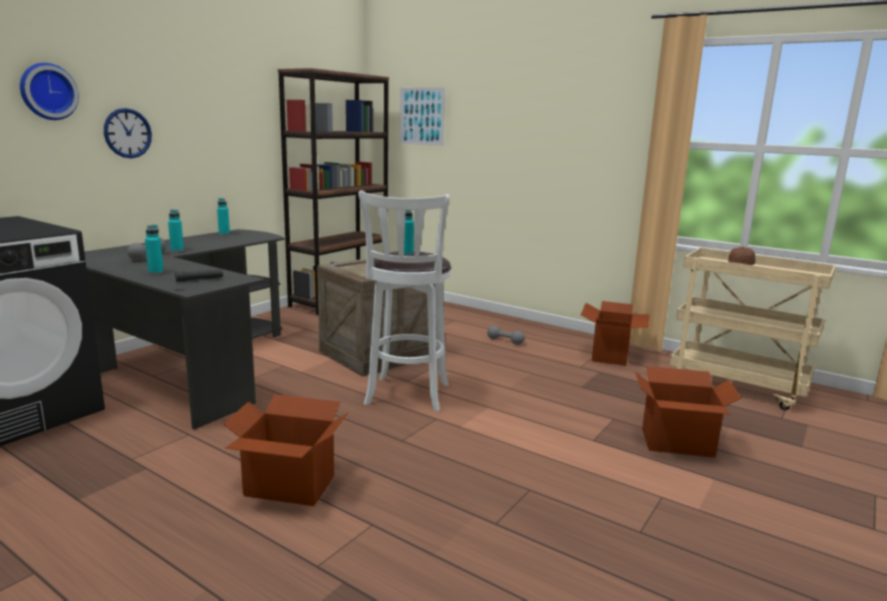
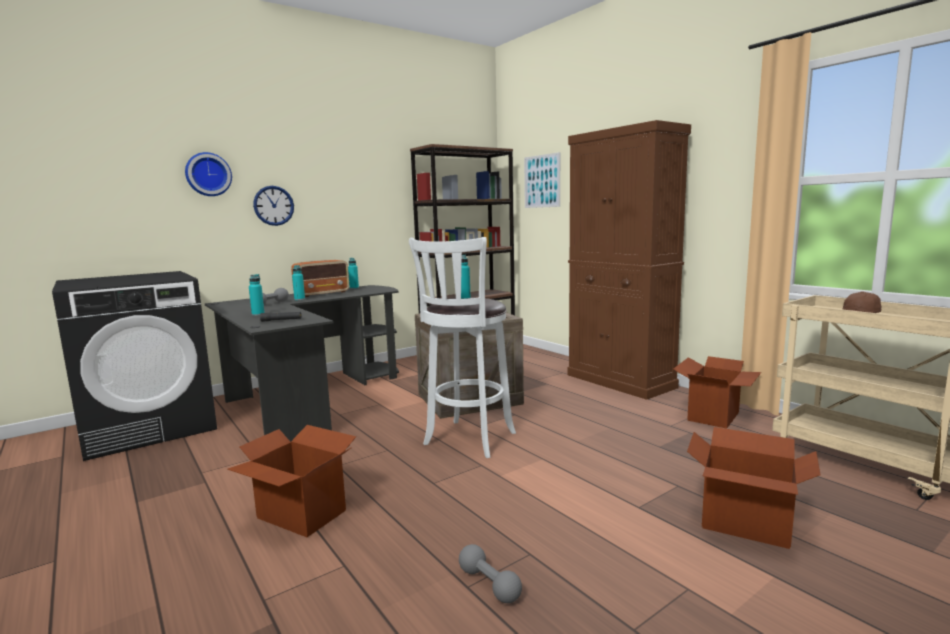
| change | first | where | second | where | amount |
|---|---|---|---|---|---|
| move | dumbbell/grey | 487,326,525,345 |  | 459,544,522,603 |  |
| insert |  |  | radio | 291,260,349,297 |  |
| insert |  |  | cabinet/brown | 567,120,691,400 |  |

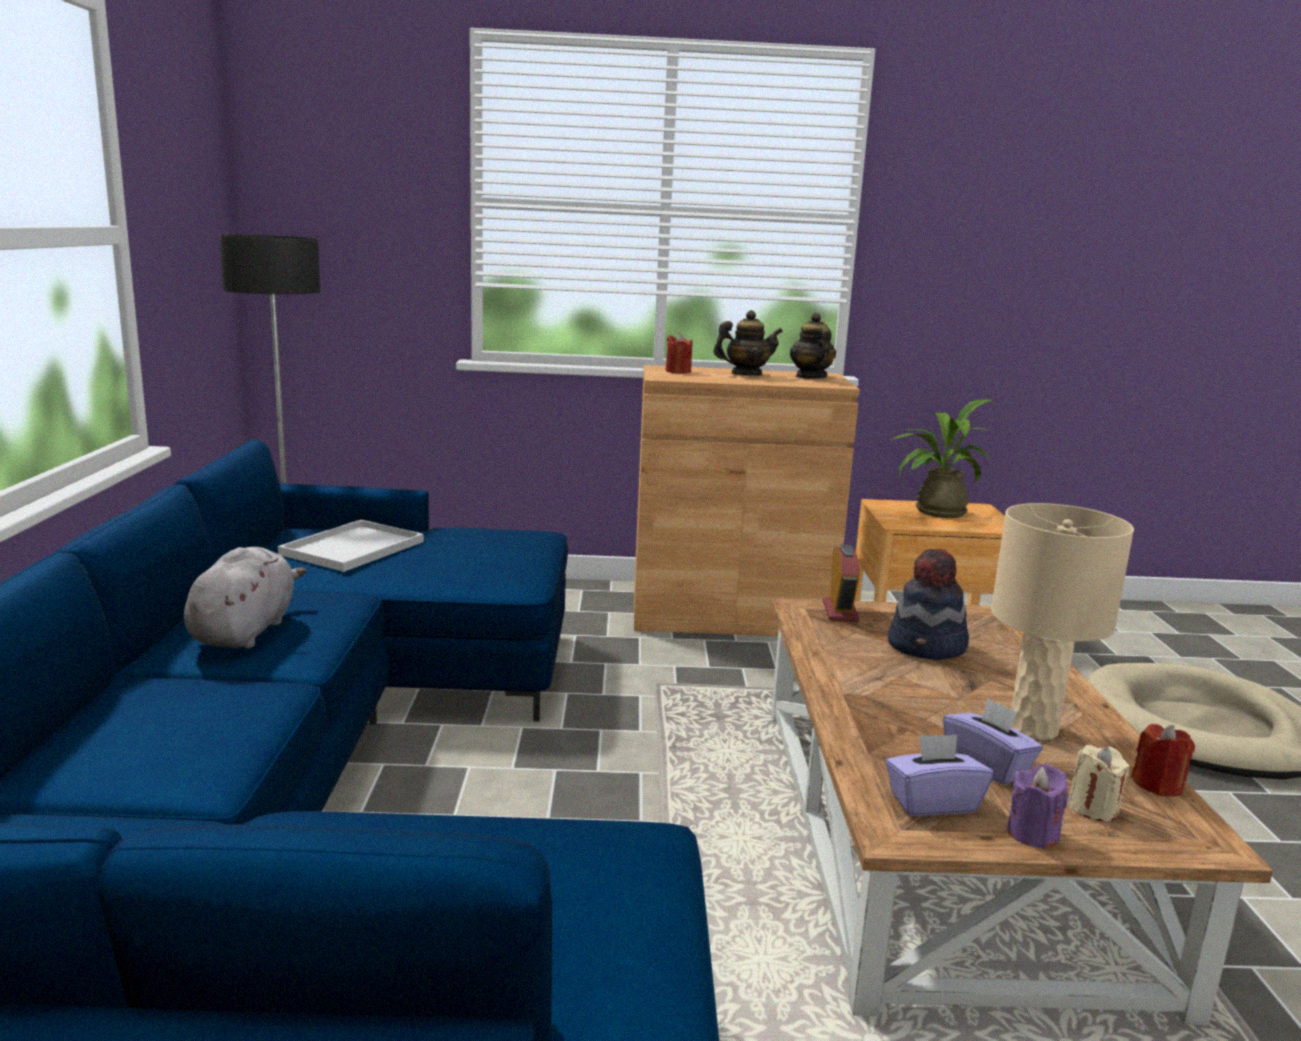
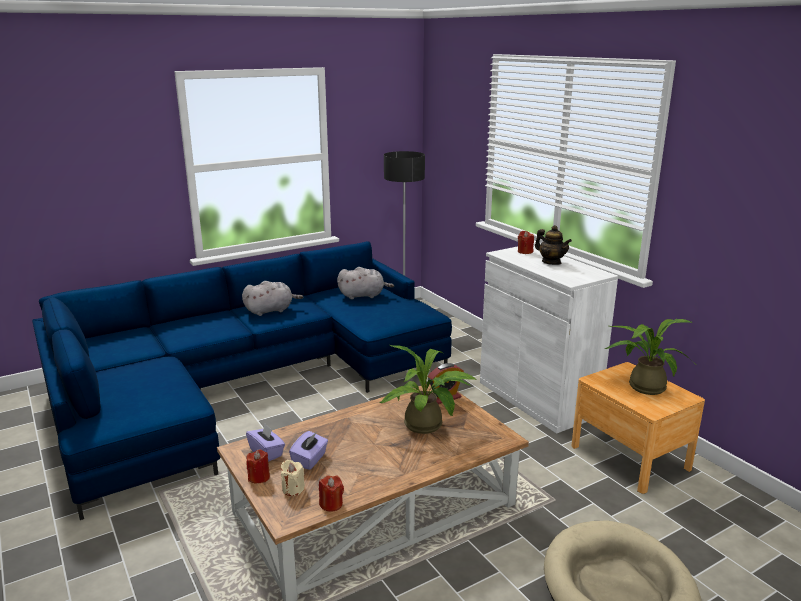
| change | first | where | second | where | amount |
|---|---|---|---|---|---|
| replace | tray/white | 278,520,424,572 | plush toy/grey | 337,267,394,299 |  |
| recolor | cabinet/brown | 634,365,860,636 | cabinet/white | 480,245,618,434 |  |
| delete | teapot | 790,313,836,379 |  |  |  |
| replace | hat | 888,549,969,660 | potted plant | 379,345,476,434 |  |
| delete | table lamp/beige | 991,503,1134,740 |  |  |  |
| recolor | candle/purple | 1007,764,1069,849 | candle/red | 246,449,270,484 |  |

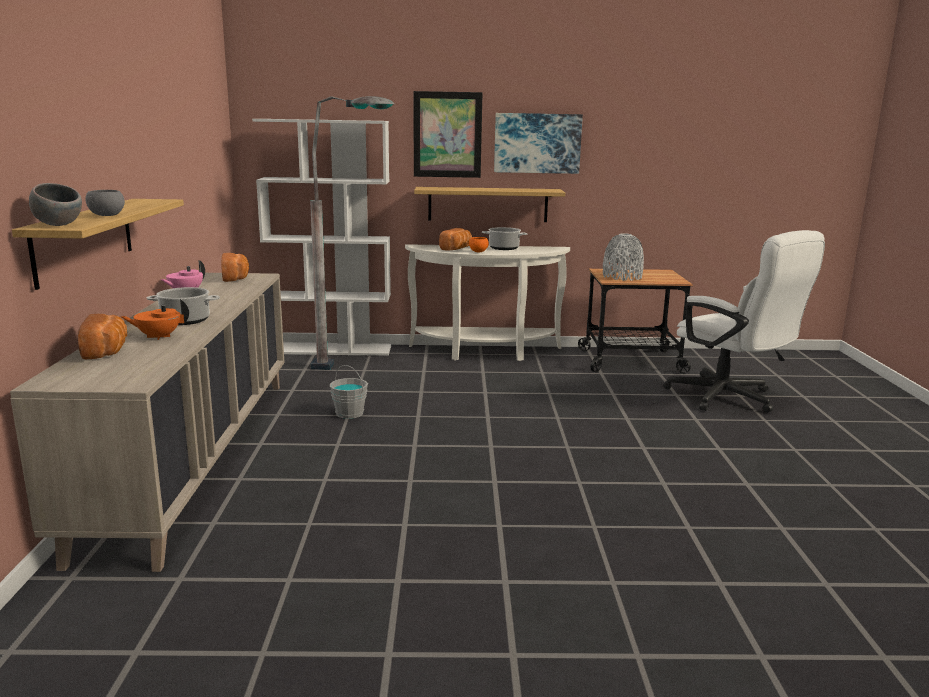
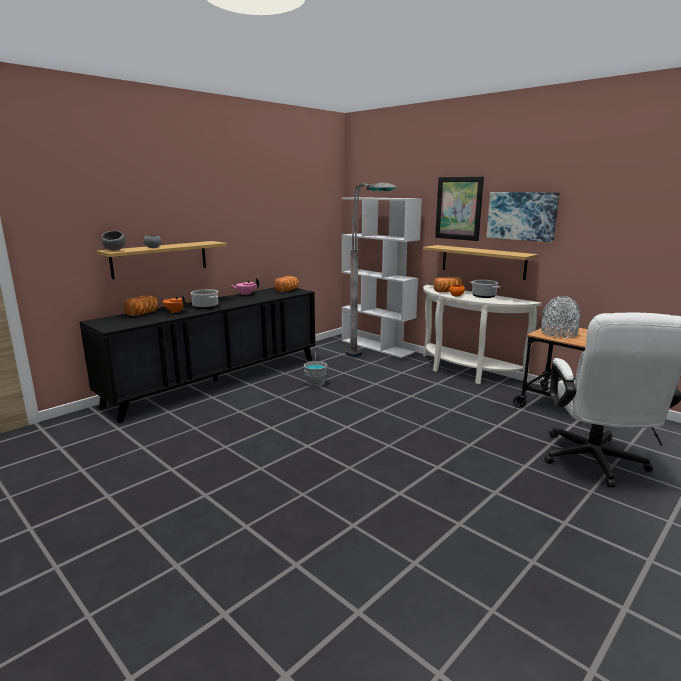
| change | first | where | second | where | amount |
|---|---|---|---|---|---|
| recolor | cabinet/beige | 10,273,285,572 | cabinet/black | 80,287,315,423 |  |

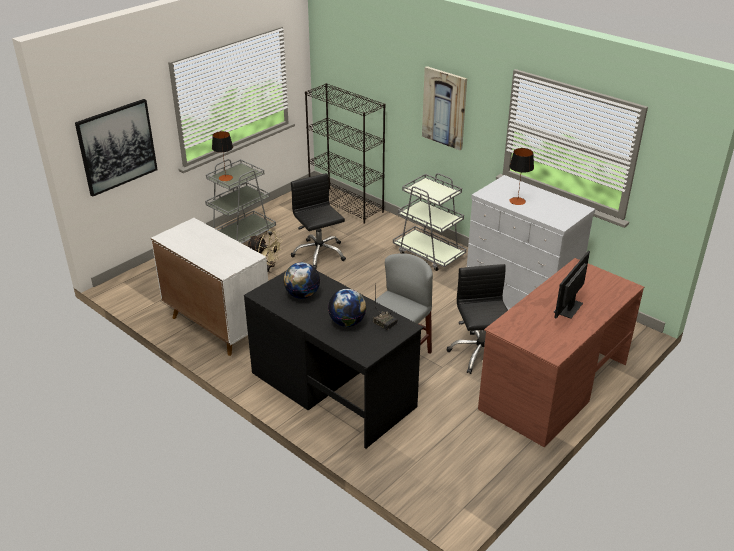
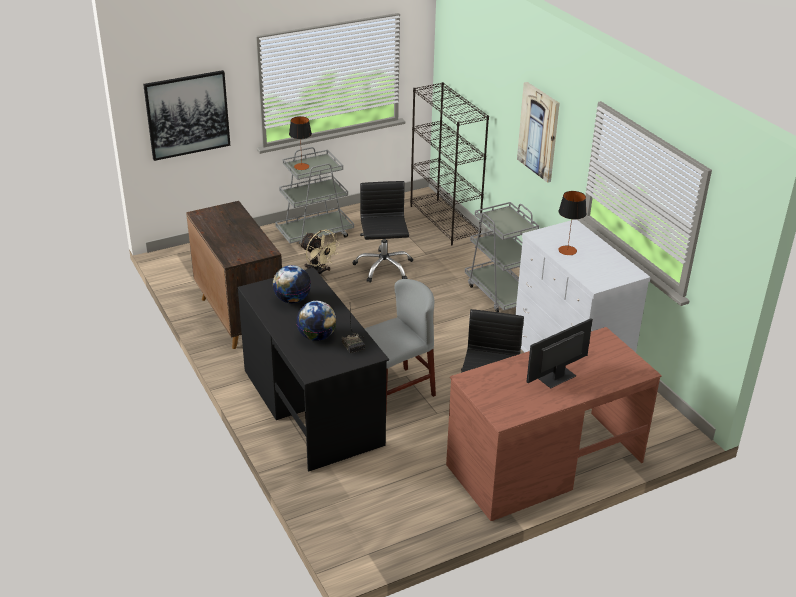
| change | first | where | second | where | amount |
|---|---|---|---|---|---|
| recolor | cabinet/white | 151,218,268,356 | cabinet/brown | 186,201,282,349 |  |

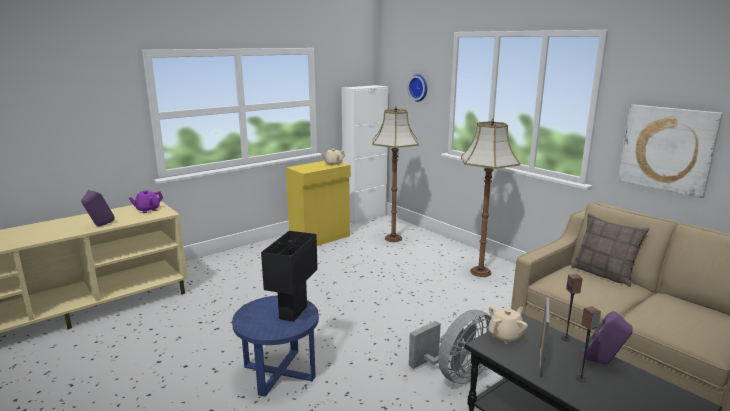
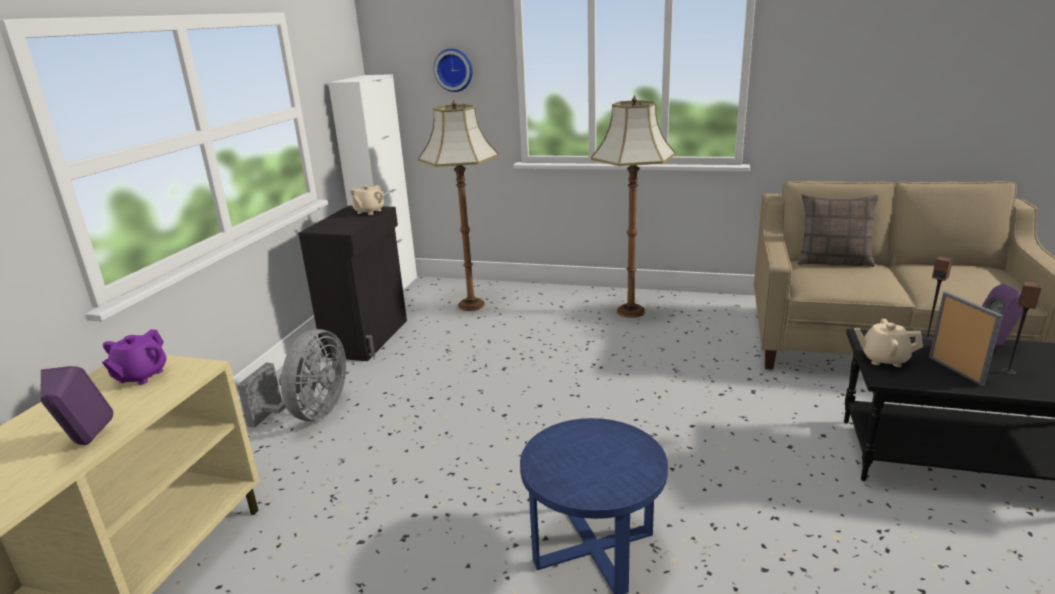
| change | first | where | second | where | amount |
|---|---|---|---|---|---|
| delete | table lamp/black | 261,231,318,322 |  |  |  |
| recolor | cabinet/yellow | 286,161,351,246 | cabinet/black | 298,206,407,361 |  |
| move | fan/grey | 409,310,491,384 |  | 237,329,346,428 |  |
| rotate | teapot/beige | 488,306,528,344 |  | 854,319,923,367 | 90 degrees counterclockwise |
| delete | picture | 618,105,723,198 |  |  |  |

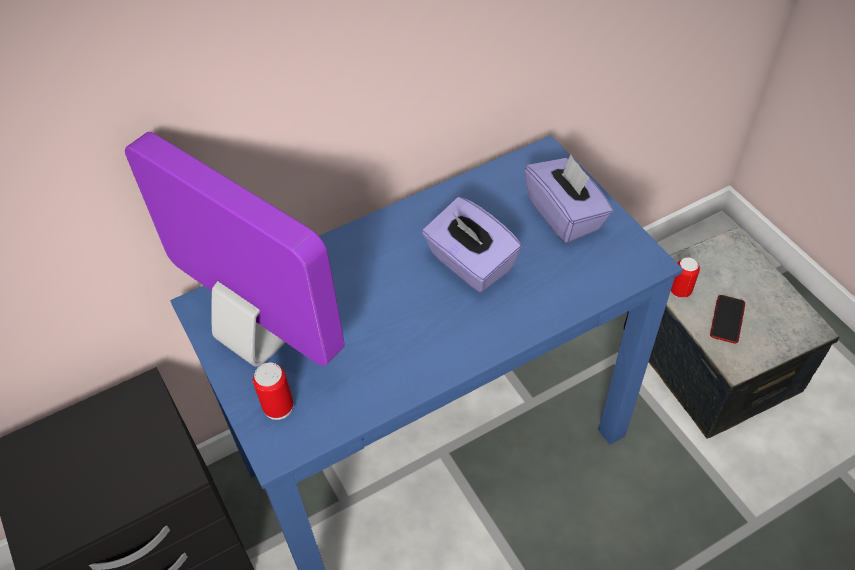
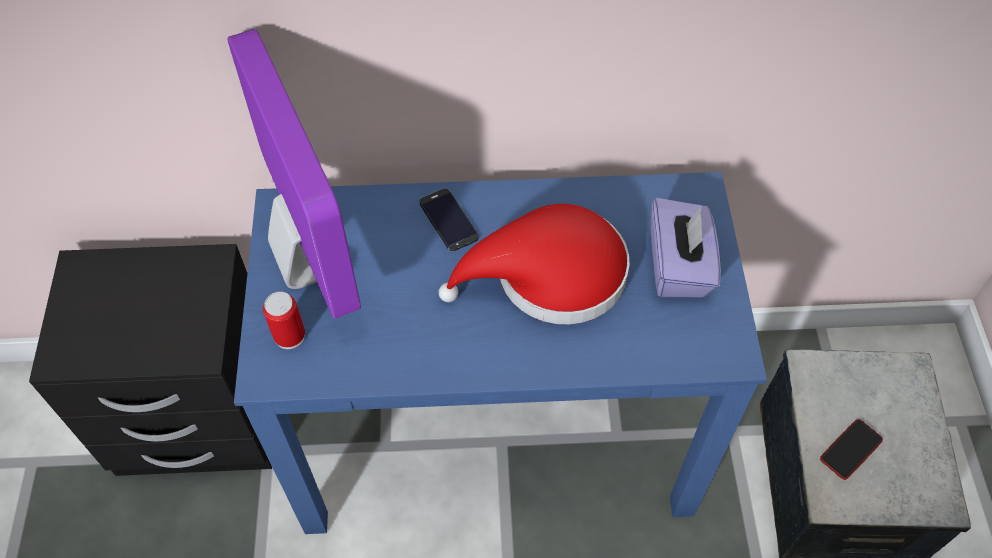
| change | first | where | second | where | amount |
|---|---|---|---|---|---|
| replace | tissue box/purple | 422,197,522,292 | hat/red | 439,204,629,324 |  |
| delete | can | 671,257,700,298 |  |  |  |
| insert |  |  | phone | 420,188,479,251 |  |

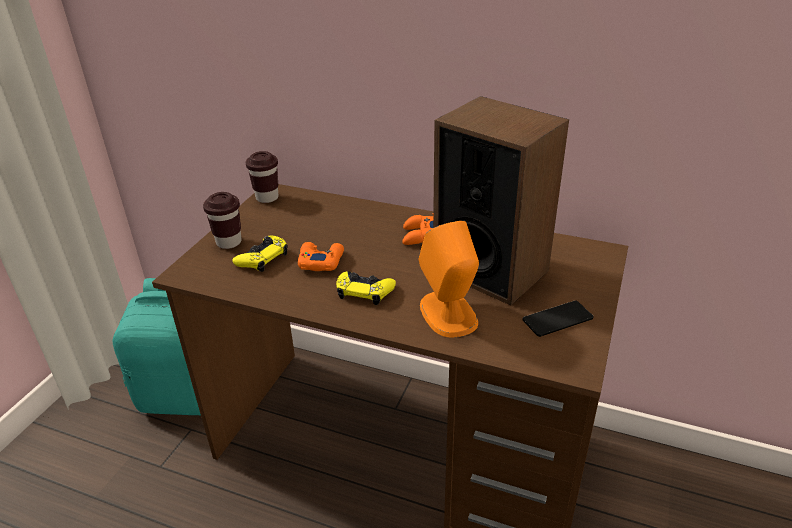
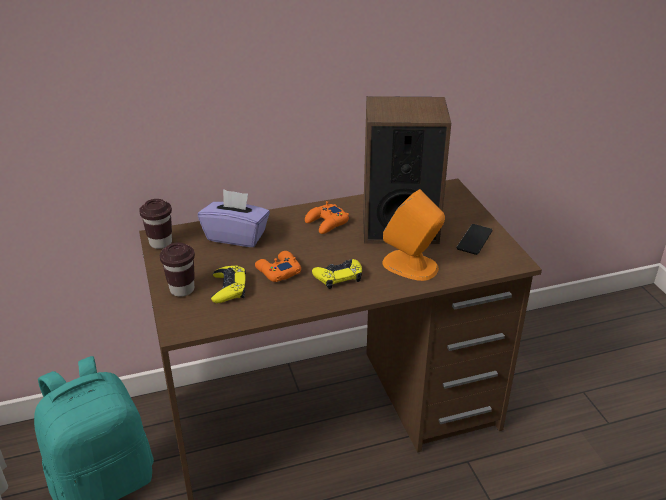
| change | first | where | second | where | amount |
|---|---|---|---|---|---|
| insert |  |  | tissue box/purple | 198,189,270,247 |  |

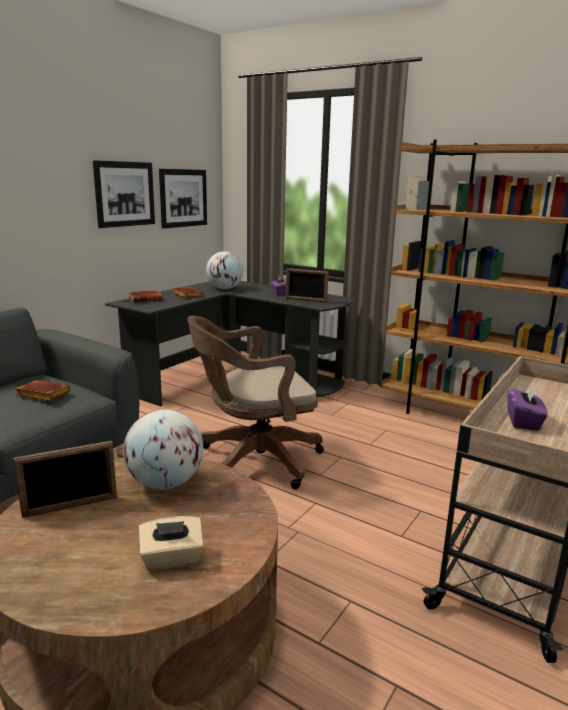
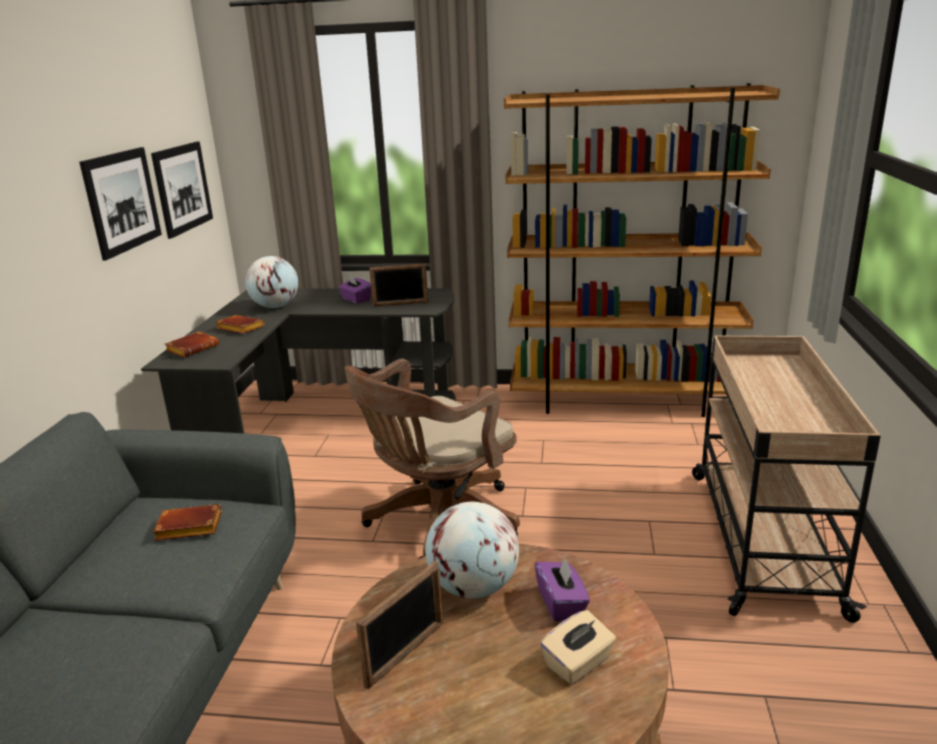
| change | first | where | second | where | amount |
|---|---|---|---|---|---|
| move | tissue box/purple | 508,385,547,431 |  | 535,557,590,622 |  |

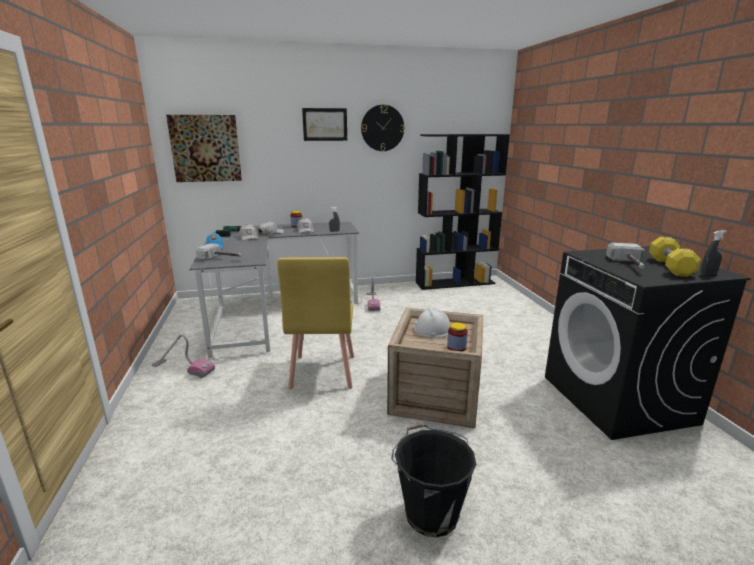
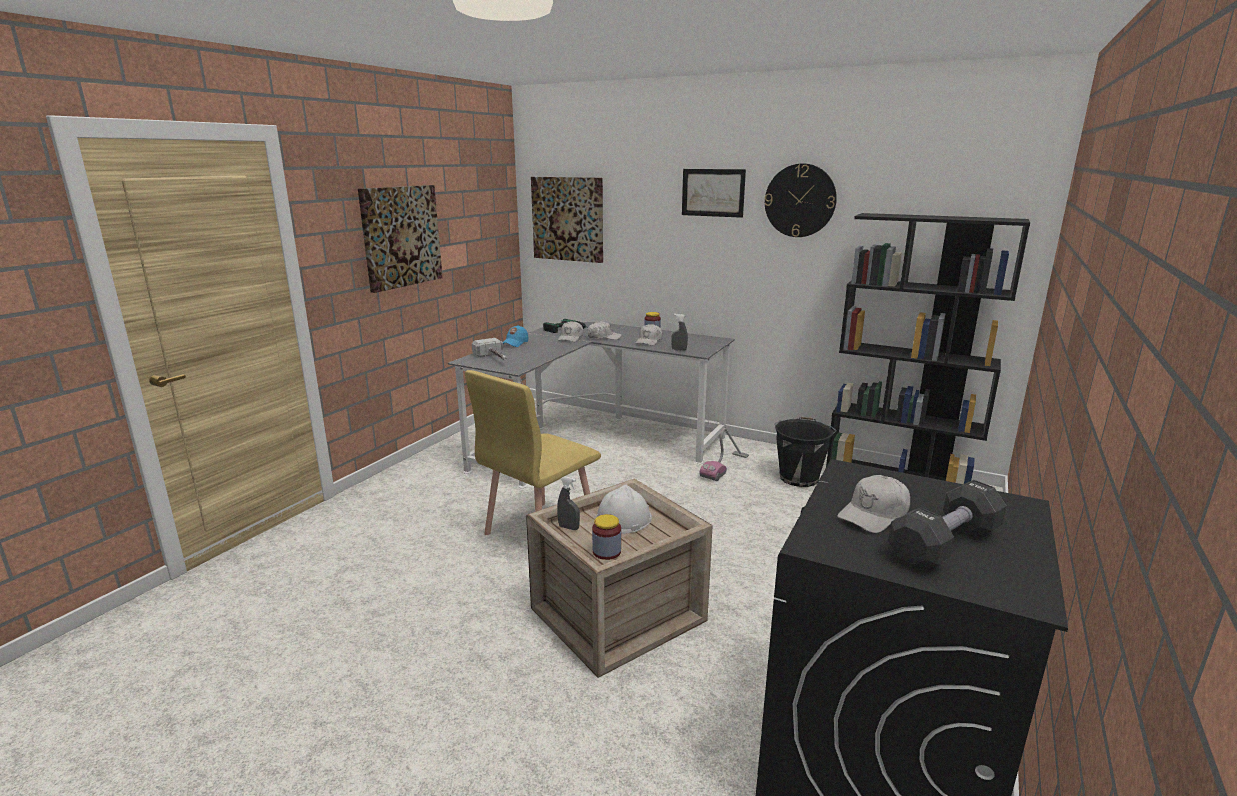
| change | first | where | second | where | amount |
|---|---|---|---|---|---|
| delete | vacuum cleaner | 151,334,215,378 |  |  |  |
| move | bucket/black | 391,424,476,537 |  | 775,416,837,487 |  |
| replace | hammer | 606,243,644,269 | cap/white | 837,475,910,533 |  |
| recolor | dumbbell/yellow | 649,237,701,277 | dumbbell/black | 888,480,1007,571 |  |
| move | spray bottle/grey | 701,230,727,275 |  | 557,476,580,530 |  |
| insert |  |  | picture | 358,185,443,293 |  |

